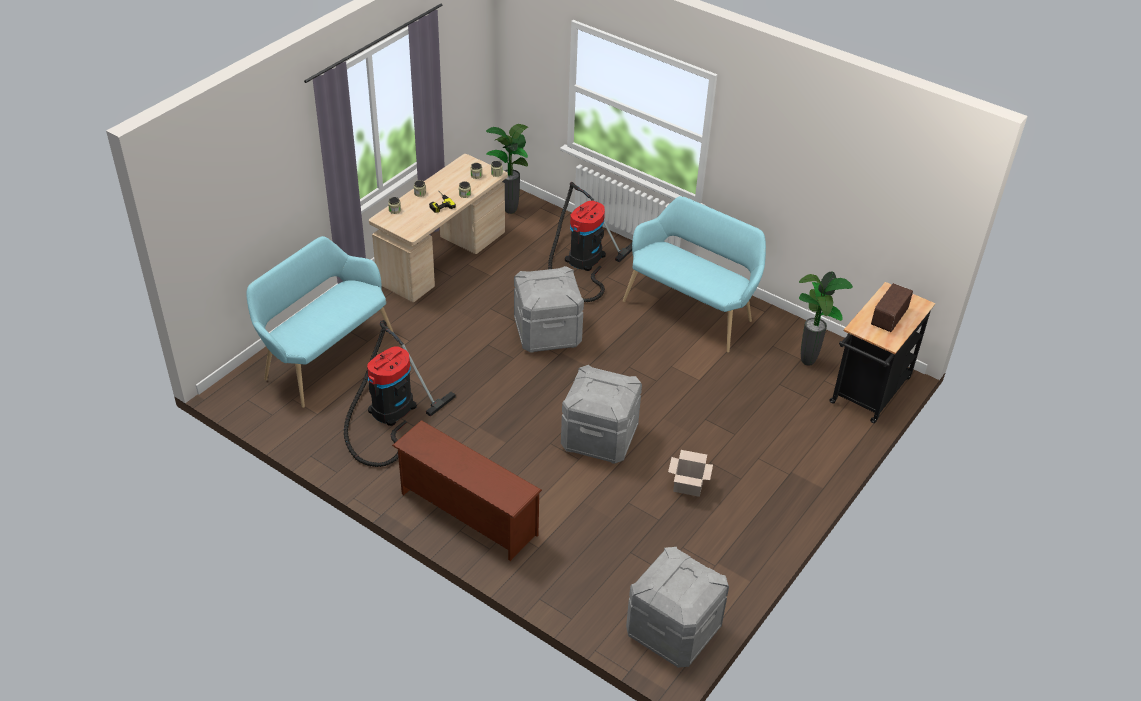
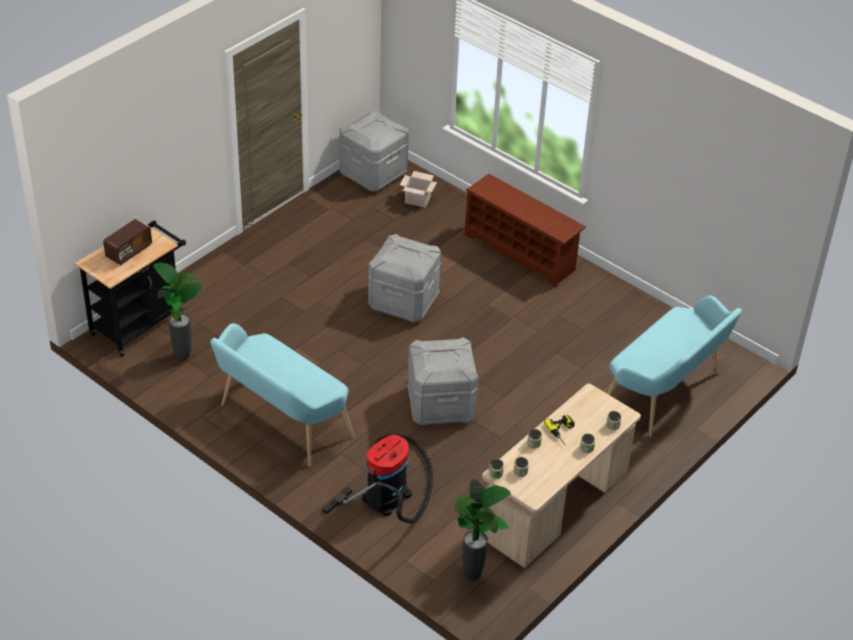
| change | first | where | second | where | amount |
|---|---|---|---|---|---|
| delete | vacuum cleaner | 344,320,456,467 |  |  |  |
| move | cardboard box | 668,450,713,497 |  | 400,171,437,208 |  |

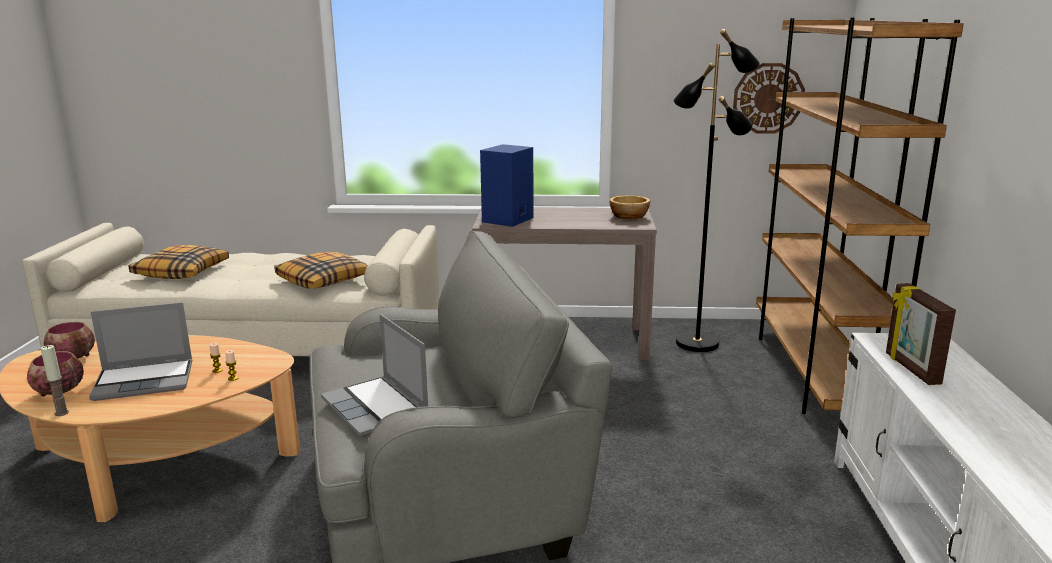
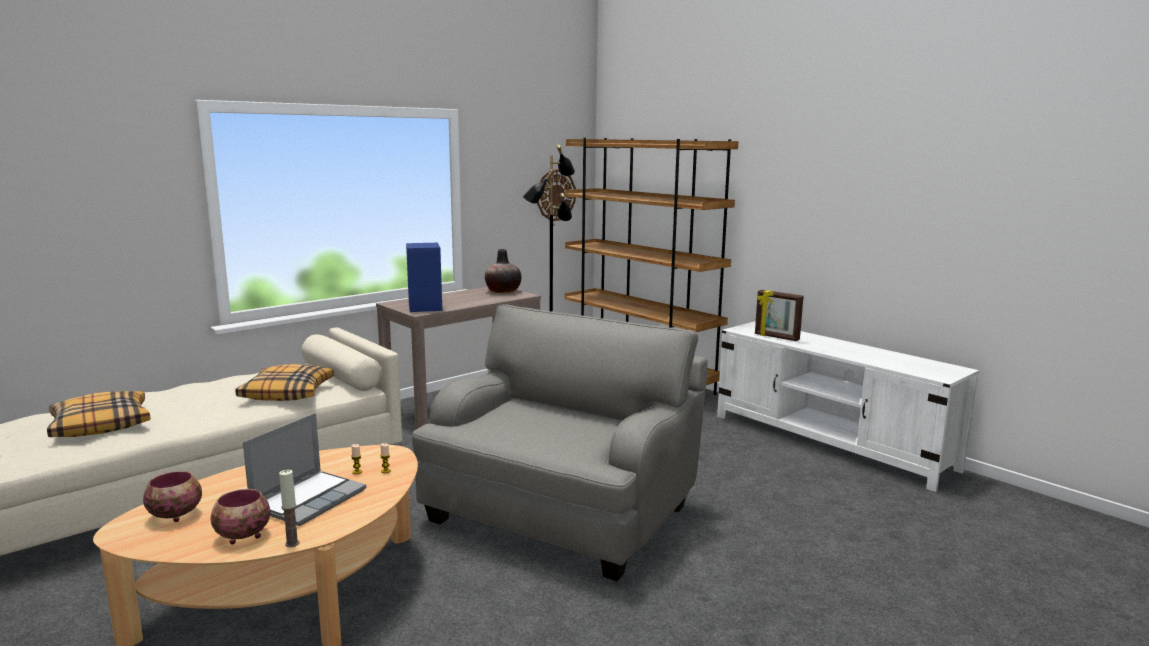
| change | first | where | second | where | amount |
|---|---|---|---|---|---|
| delete | laptop | 321,314,428,437 |  |  |  |
| replace | bowl | 610,195,650,219 | vase | 485,249,521,293 |  |

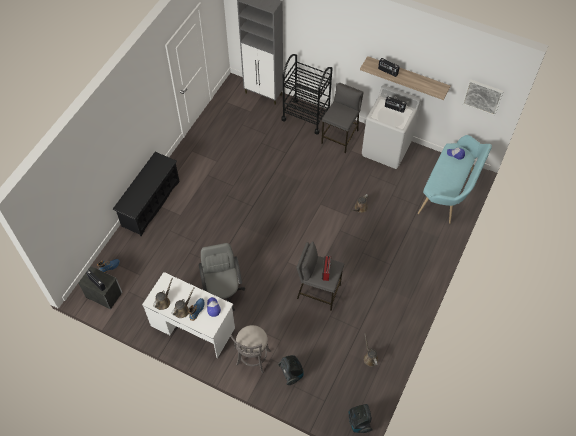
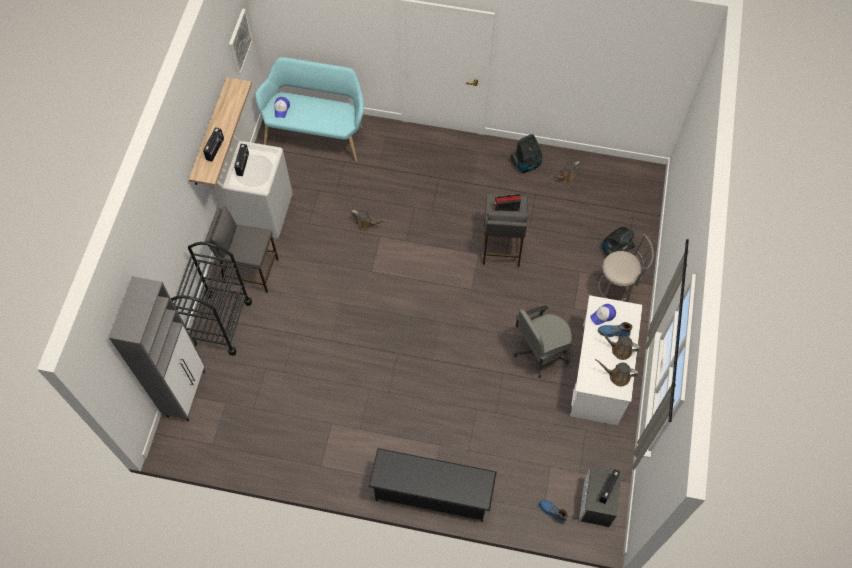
| change | first | where | second | where | amount |
|---|---|---|---|---|---|
| move | vacuum cleaner | 349,404,373,433 |  | 511,134,542,173 |  |

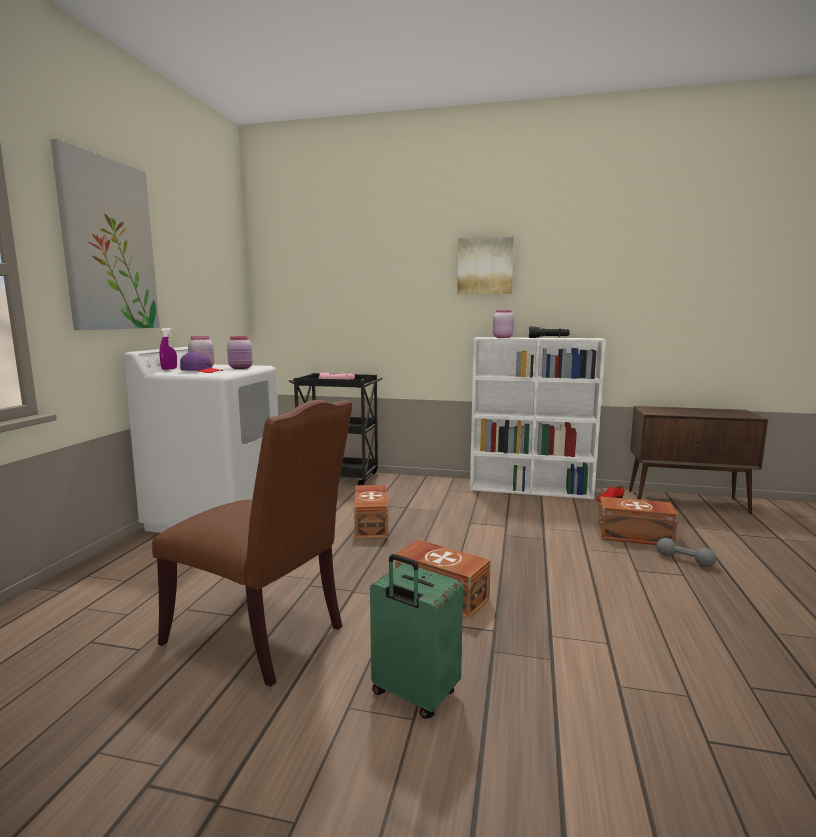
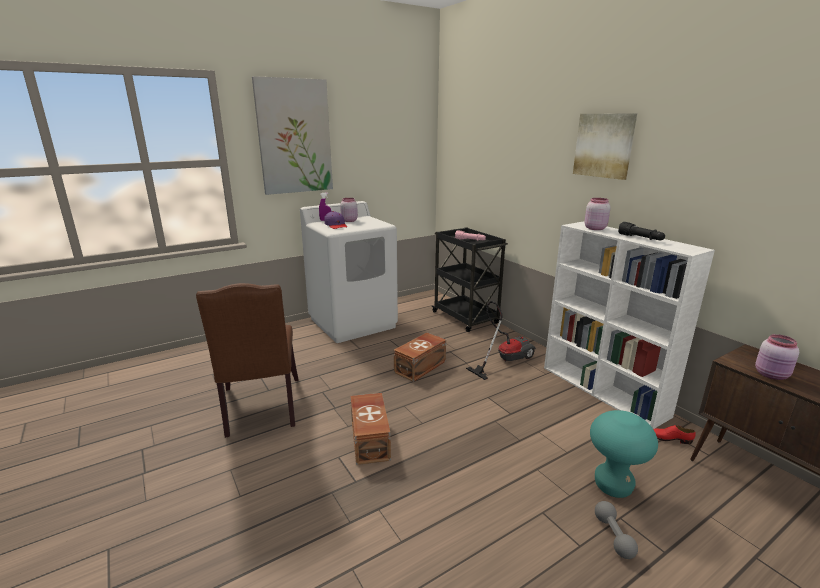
| change | first | where | second | where | amount |
|---|---|---|---|---|---|
| move | jar/pink | 227,336,253,369 |  | 755,334,799,380 |  |
| delete | suitcase/green | 370,554,463,719 |  |  |  |
| replace | storage box/brown | 598,496,678,545 | stool/turquoise | 590,410,658,498 |  |
| insert |  |  | vacuum cleaner | 466,301,536,380 |  |

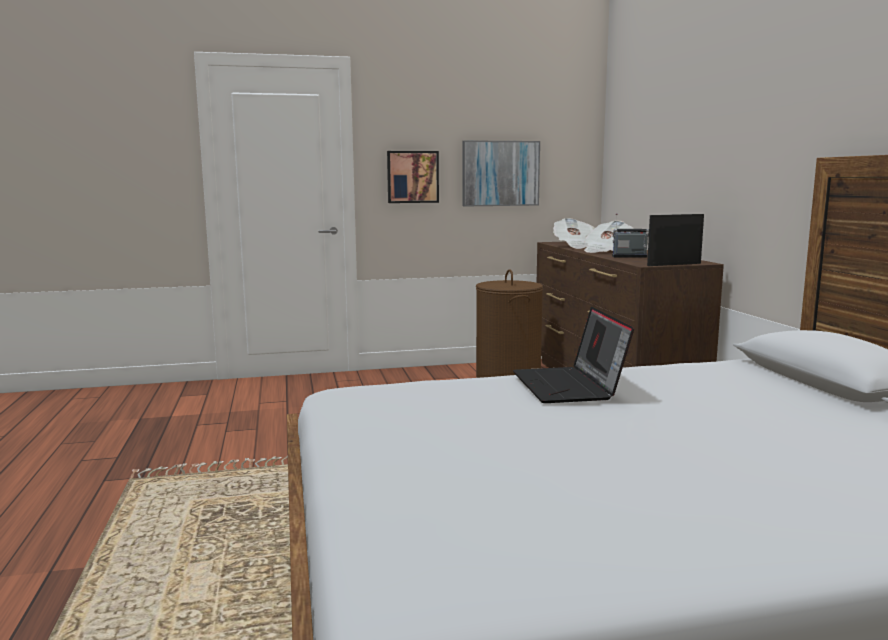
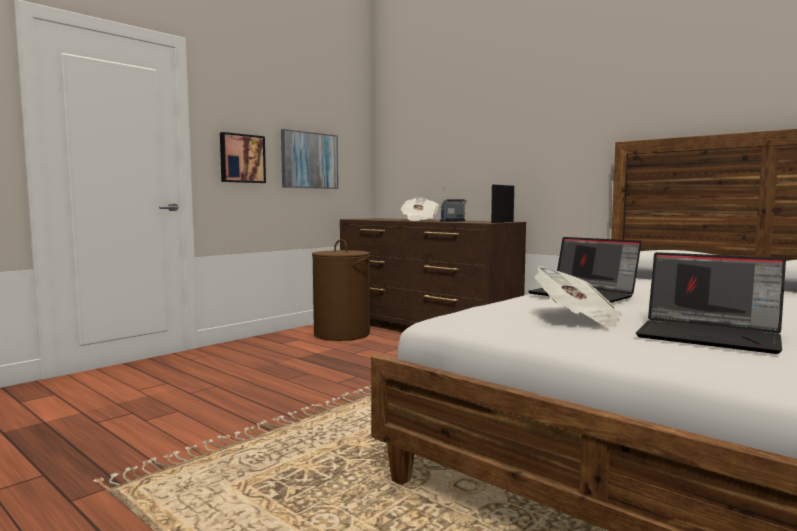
| change | first | where | second | where | amount |
|---|---|---|---|---|---|
| move | newspaper | 553,218,595,249 |  | 535,266,622,328 |  |
| insert |  |  | laptop | 636,252,786,354 |  |

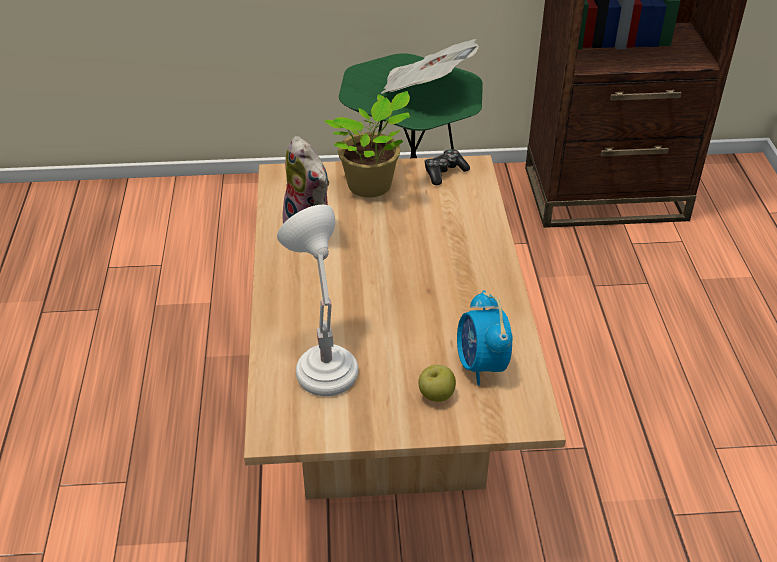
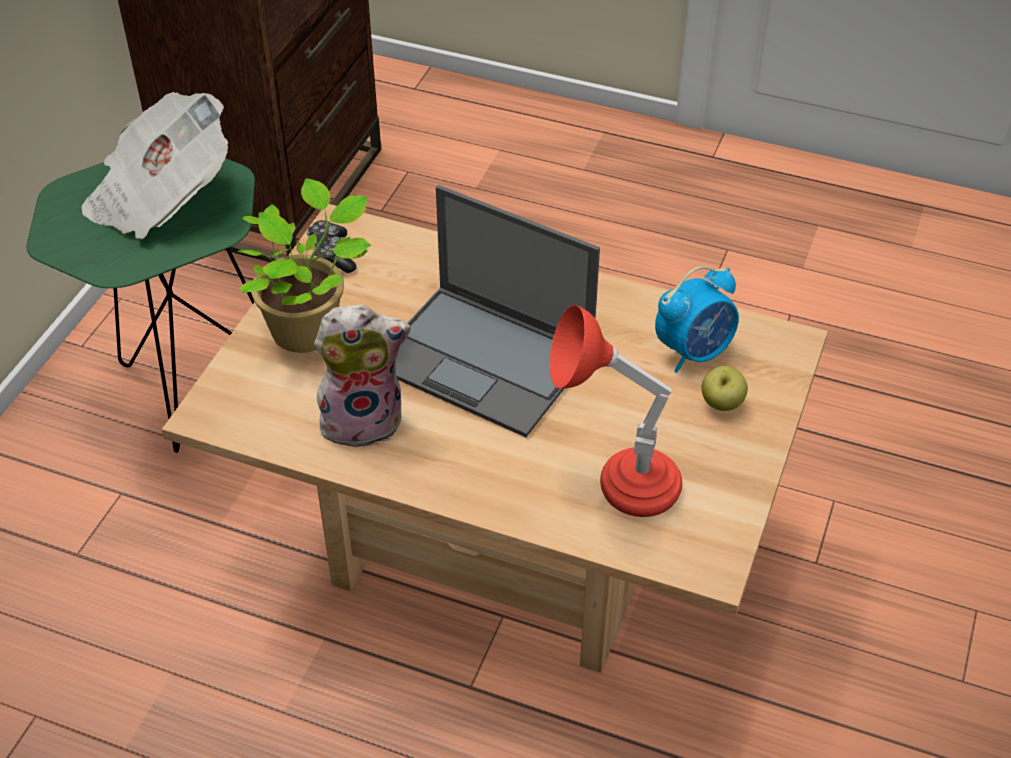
| change | first | where | second | where | amount |
|---|---|---|---|---|---|
| recolor | table lamp/white | 277,205,358,396 | table lamp/red | 550,305,682,517 |  |
| rotate | alarm clock | 457,290,513,386 |  | 655,266,739,373 | 45 degrees counterclockwise |
| insert |  |  | laptop | 396,185,600,437 |  |

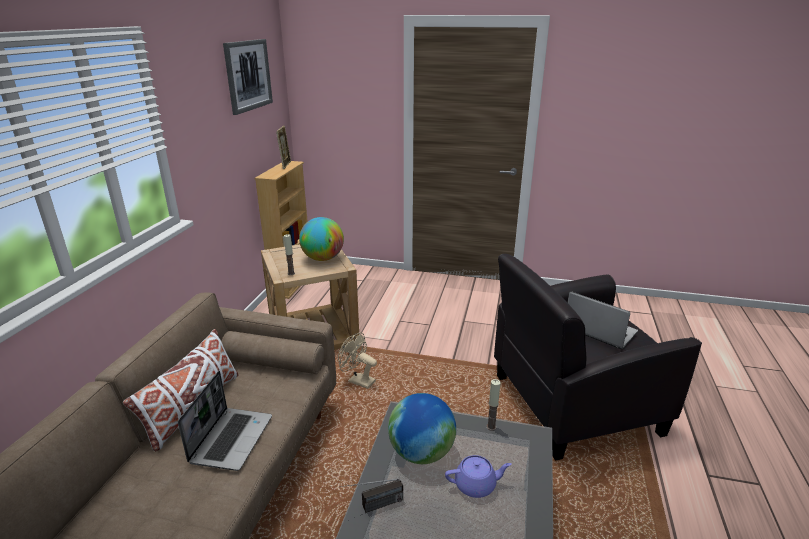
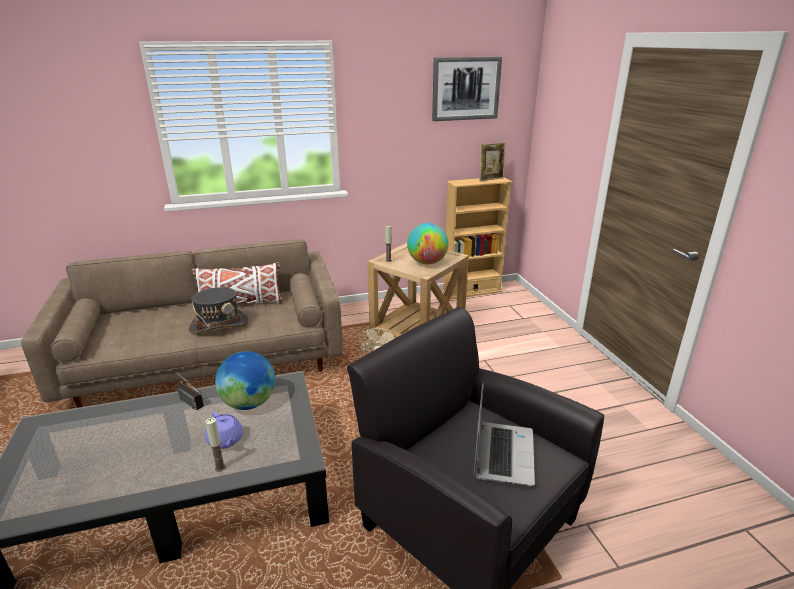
| change | first | where | second | where | amount |
|---|---|---|---|---|---|
| replace | laptop | 178,371,272,471 | hat/grey | 189,287,249,333 |  |
| move | candle | 486,379,500,431 |  | 205,418,226,472 |  |

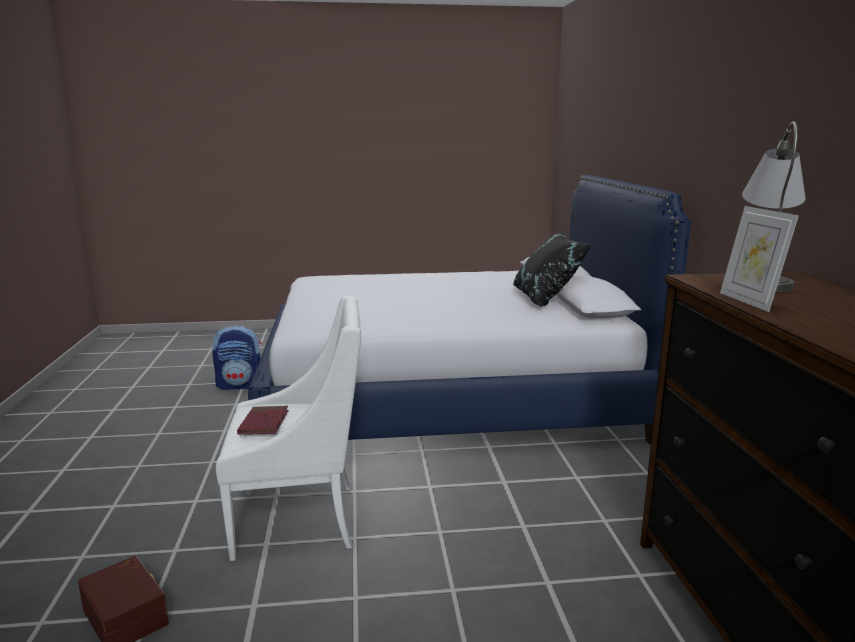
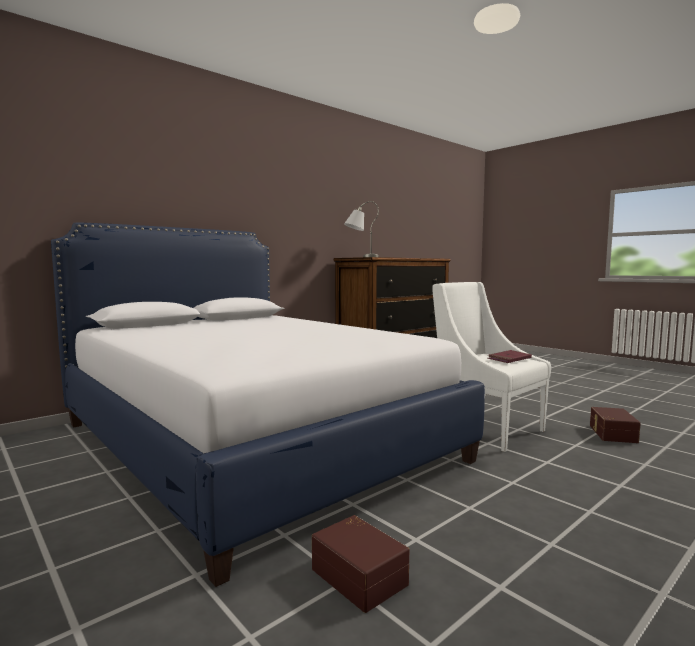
| change | first | where | second | where | amount |
|---|---|---|---|---|---|
| replace | backpack | 212,325,262,389 | storage box/brown | 312,515,409,613 |  |
| delete | pillow/black | 513,231,591,307 |  |  |  |
| delete | picture frame | 720,206,799,312 |  |  |  |

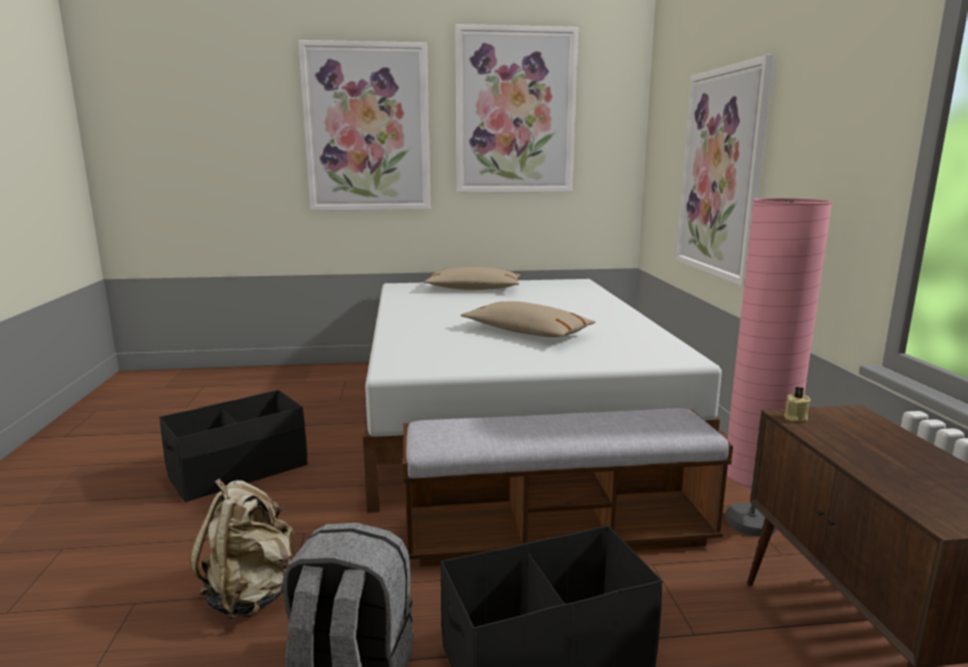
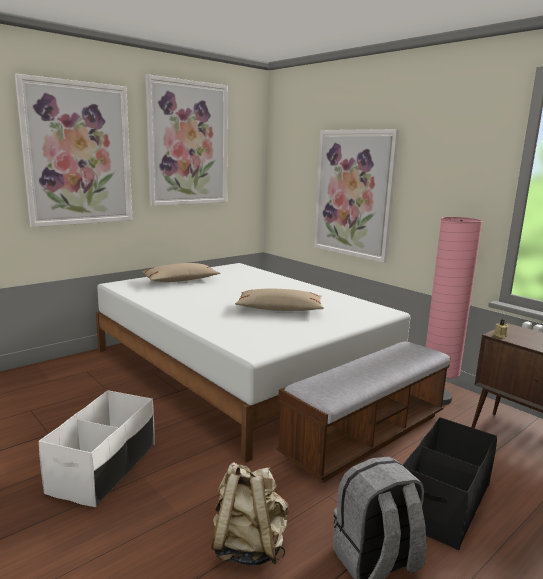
| change | first | where | second | where | amount |
|---|---|---|---|---|---|
| recolor | storage box/black | 159,390,308,502 | storage box/white | 38,390,155,507 |  |

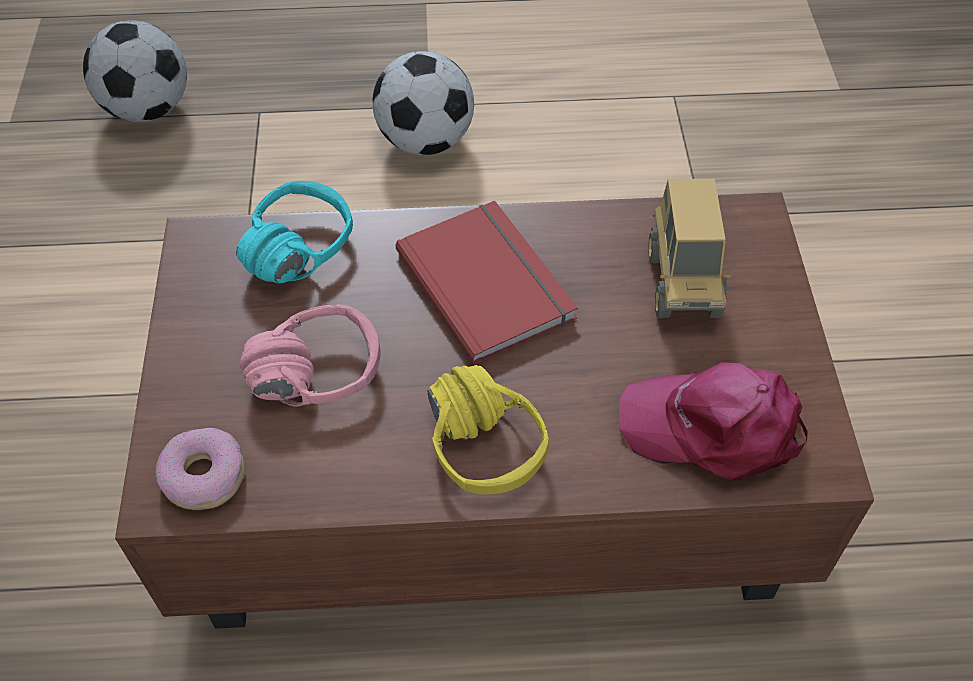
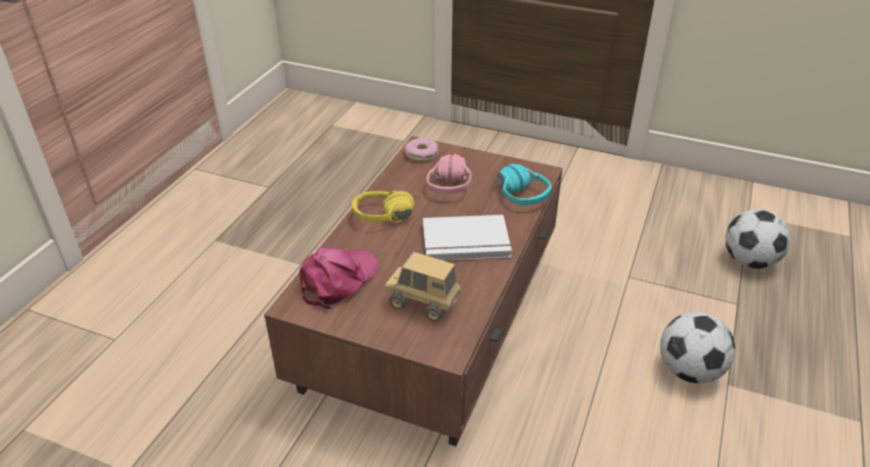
| change | first | where | second | where | amount |
|---|---|---|---|---|---|
| recolor | book/red | 395,201,578,365 | book/white | 423,215,512,261 |  |

